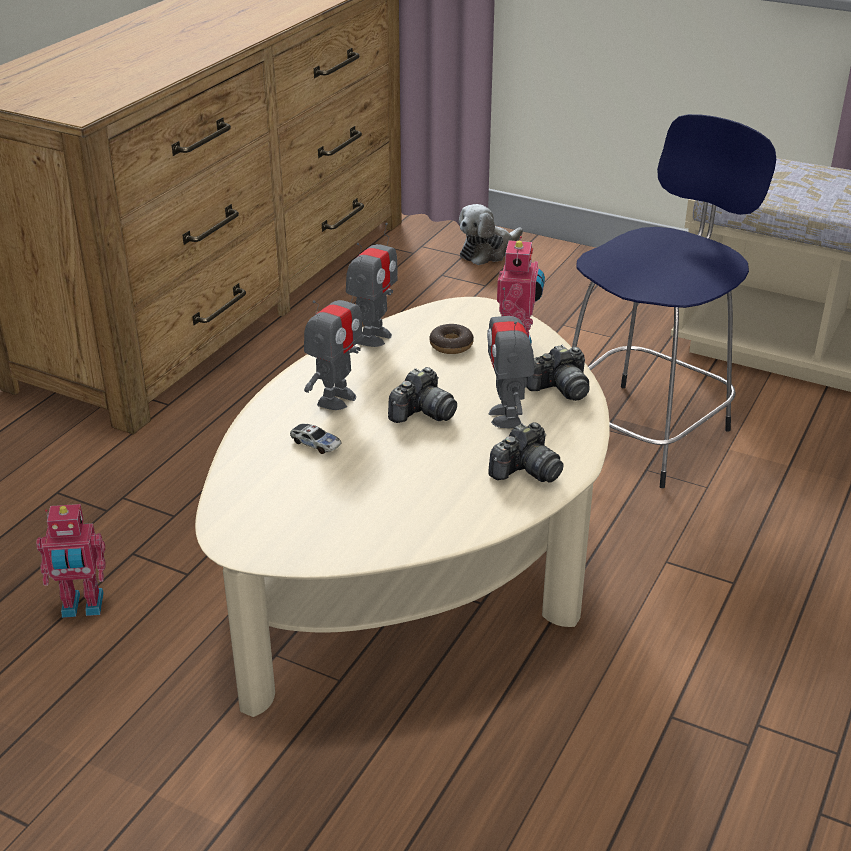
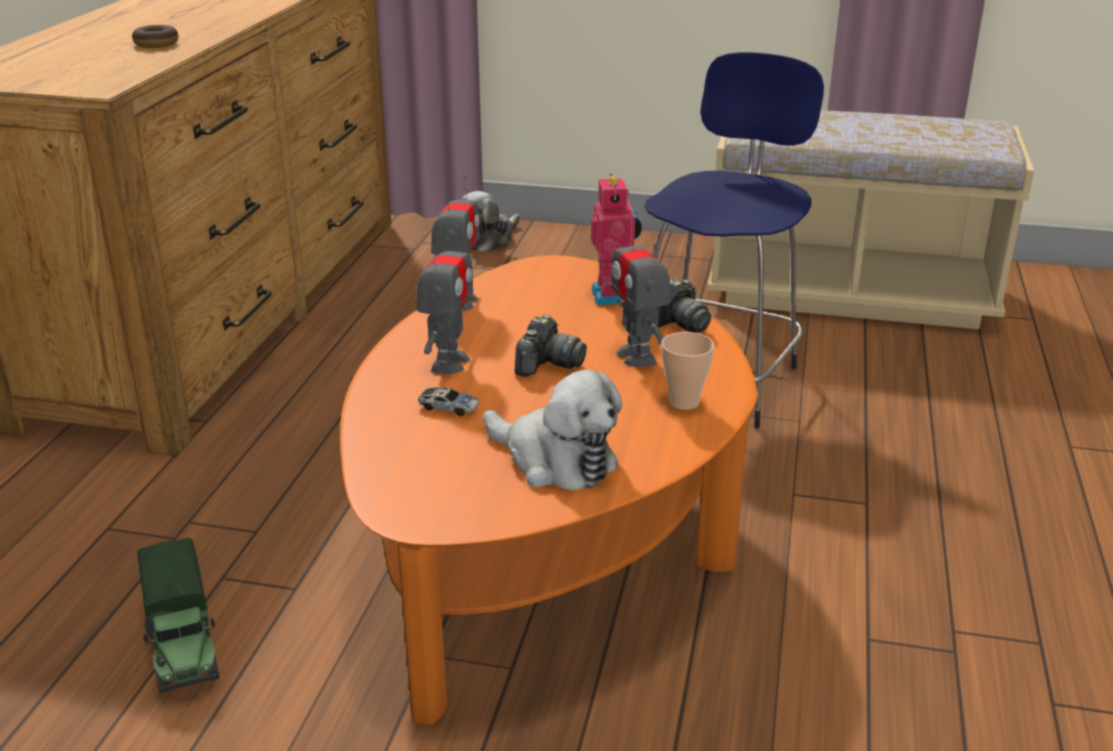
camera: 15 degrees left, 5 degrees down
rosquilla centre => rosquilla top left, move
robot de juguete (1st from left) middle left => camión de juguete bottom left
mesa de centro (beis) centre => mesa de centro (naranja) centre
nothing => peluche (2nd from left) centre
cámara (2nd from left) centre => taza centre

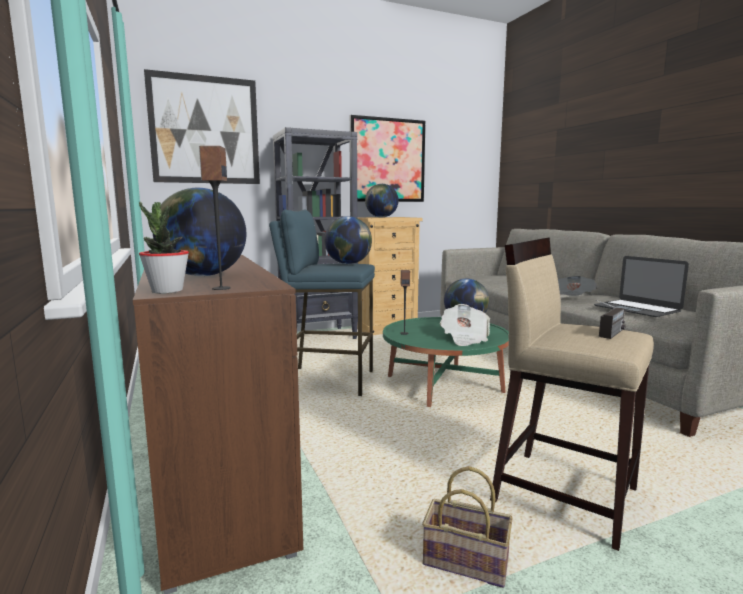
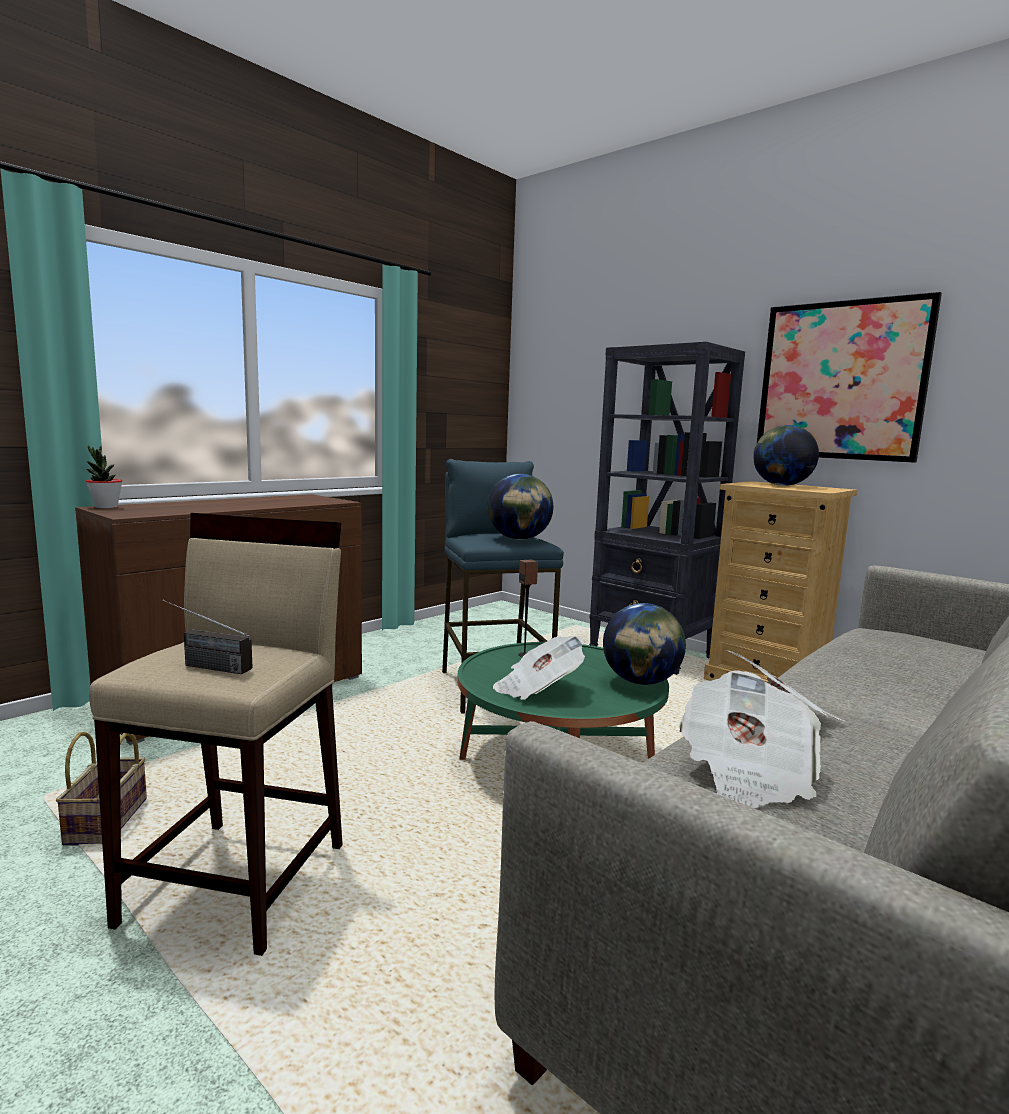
camera: 65 degrees right, 0 degrees up
portátil middle right => periódico (2nd from left) middle right
cuadro (1st from left) top left => nothing
globo terráqueo (1st from left) middle left => nothing
altavoz (1st from left) middle left => nothing

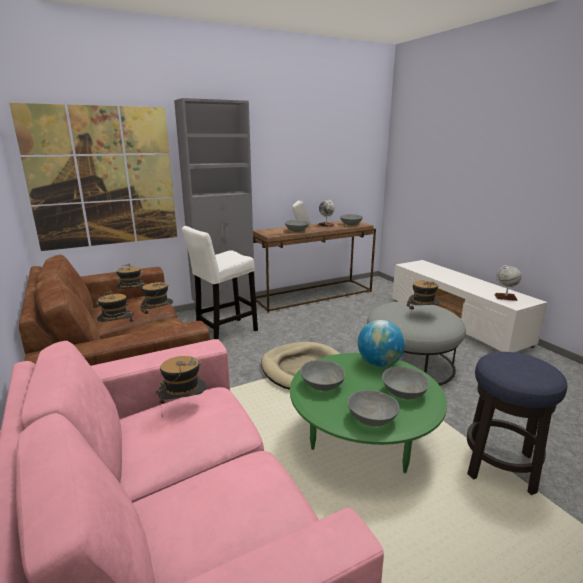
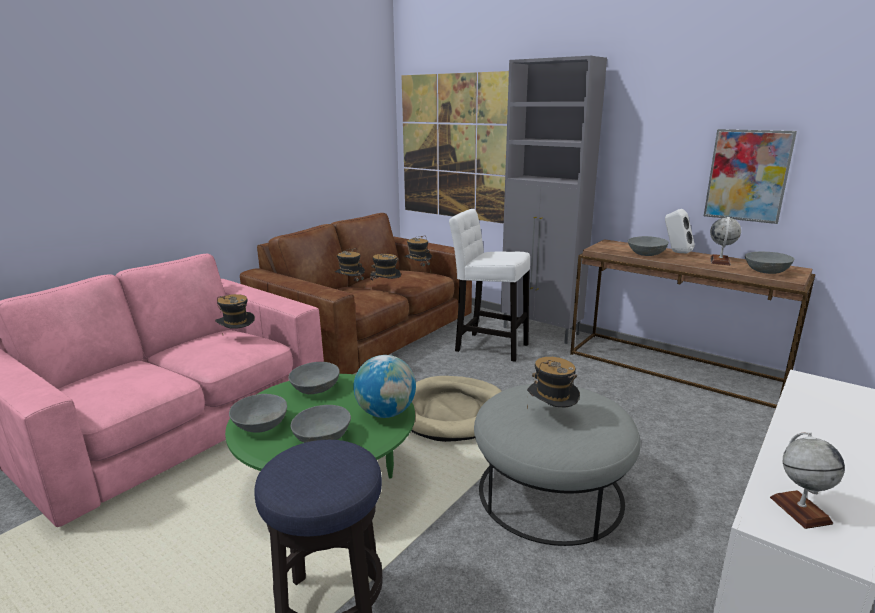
camera: 65 degrees right, 0 degrees up
nothing => cuadro (2nd from left) top right

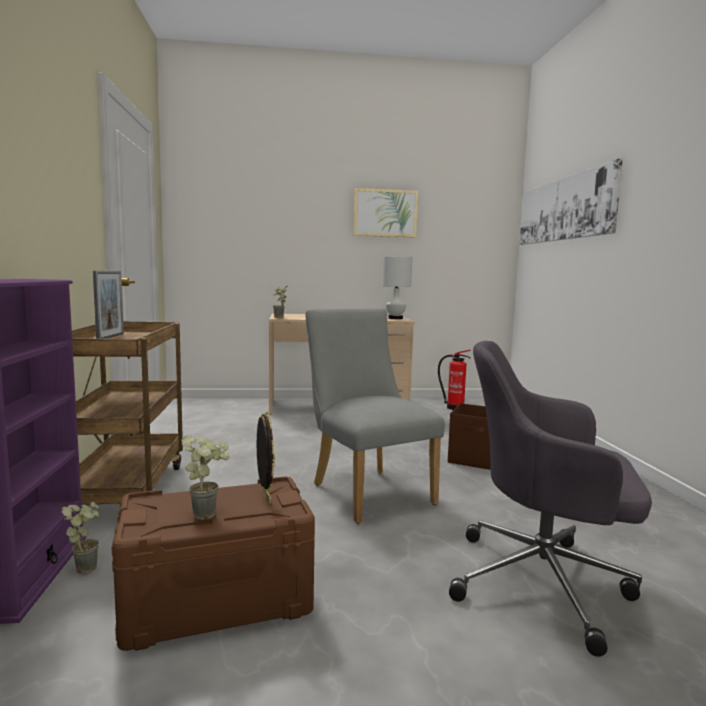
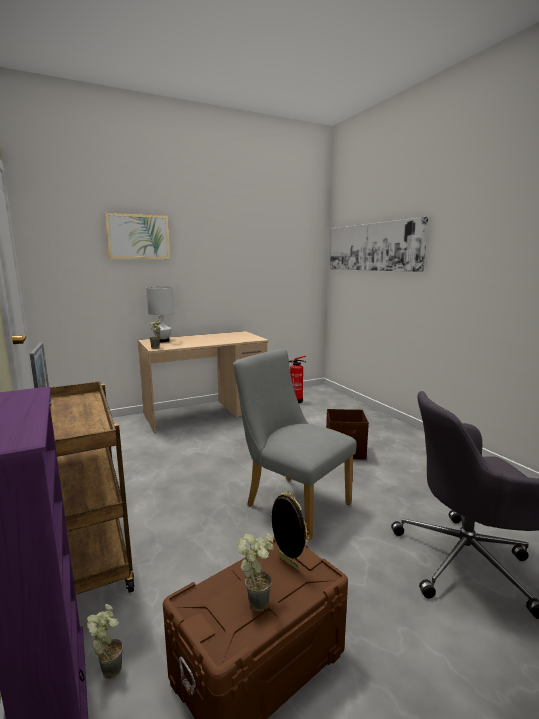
camera: 20 degrees left, 5 degrees up
cuadro (1st from left) top centre => cuadro (1st from left) top left, move
lámpara de mesa (blanco) centre => lámpara de mesa (blanco) middle left, move

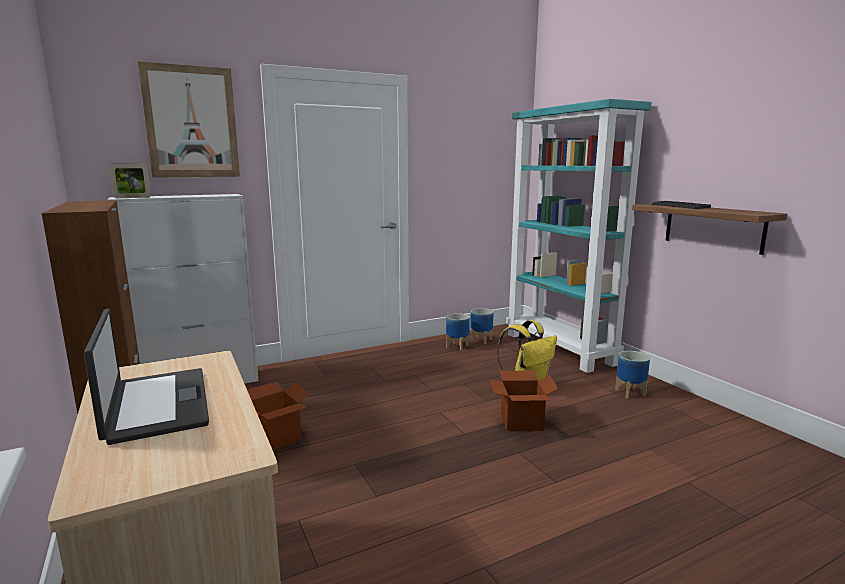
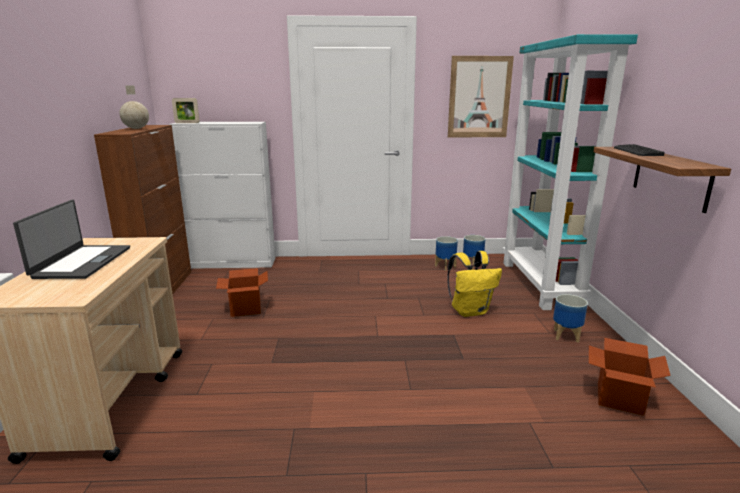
camera: 25 degrees right, 5 degrees up
nothing => globo terráqueo top left
cuadro top left => cuadro top centre, move
caja de cartón (2nd from left) bottom centre => caja de cartón (2nd from left) bottom right, move

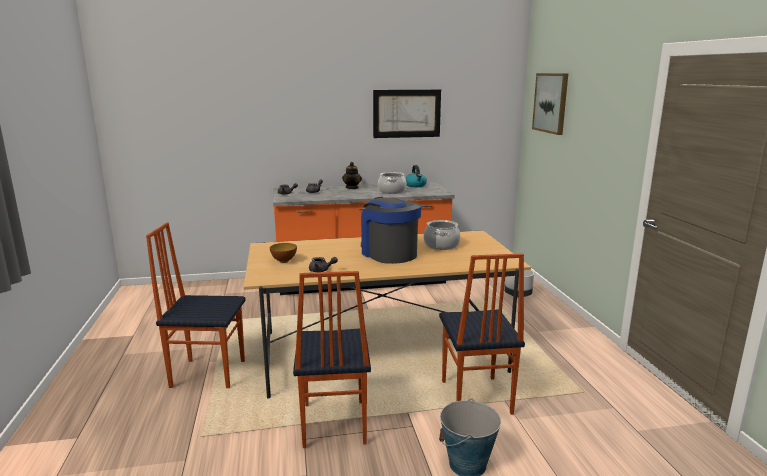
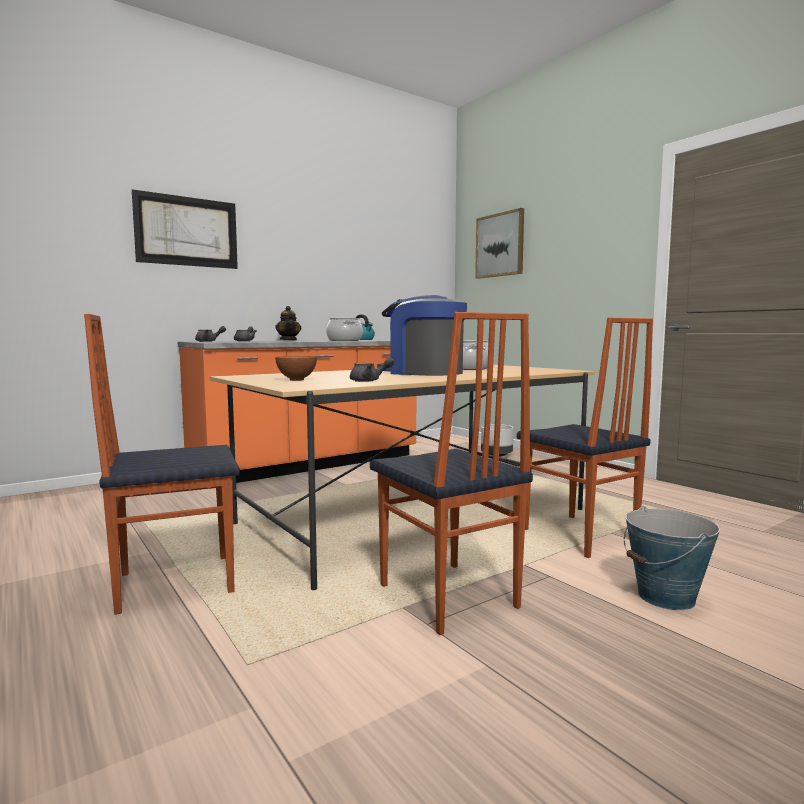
camera: 25 degrees left, 10 degrees down
cuadro (1st from left) top centre => cuadro (1st from left) top left, move

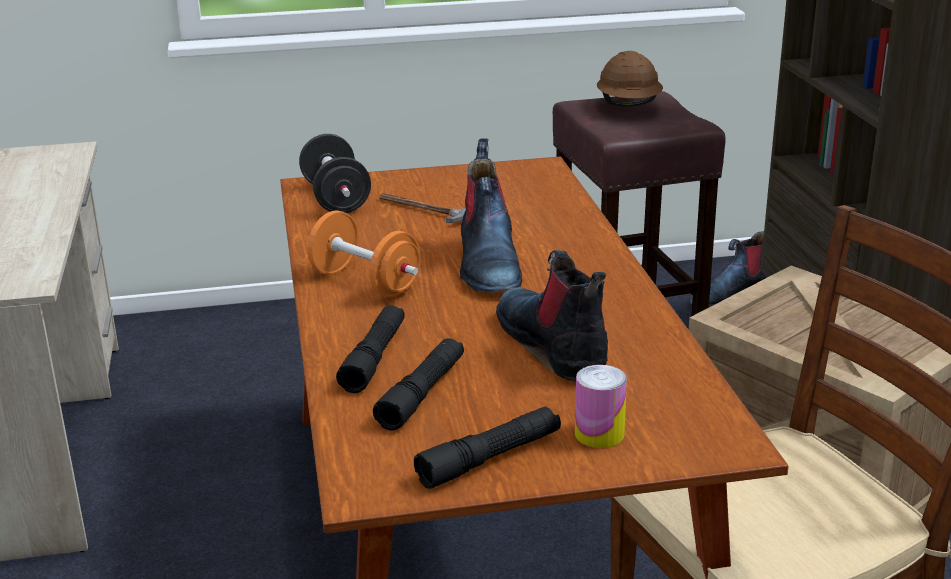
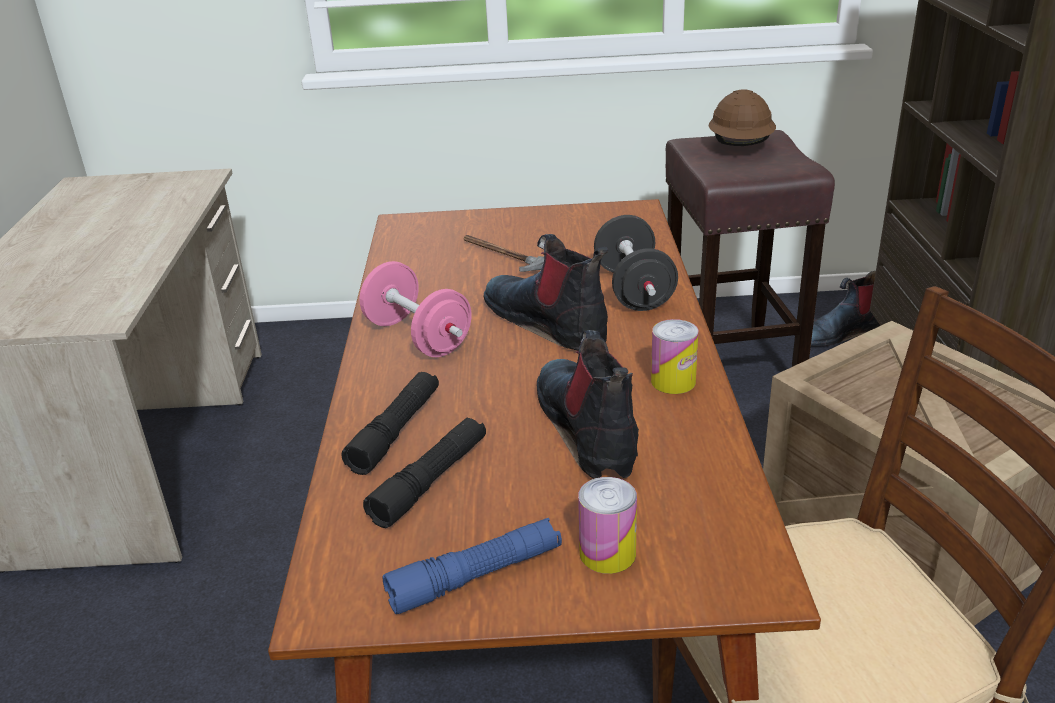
camera: 10 degrees right, 5 degrees up
mancuerna (naranja) centre => mancuerna (rosa) centre
linterna (negro) (3rd from left) bottom centre => linterna (azul) bottom centre
bota (1st from left) centre, 135 degrees clockwise
mancuerna (negro) top centre => mancuerna (negro) centre, move
nothing => lata (2nd from left) centre

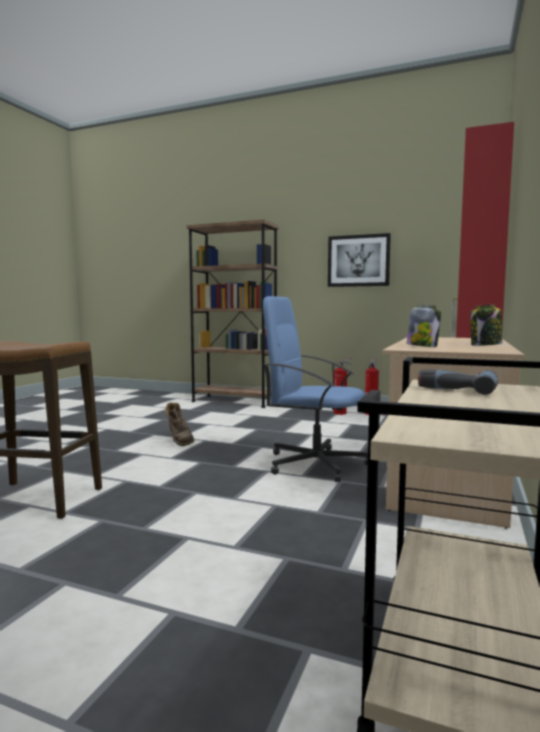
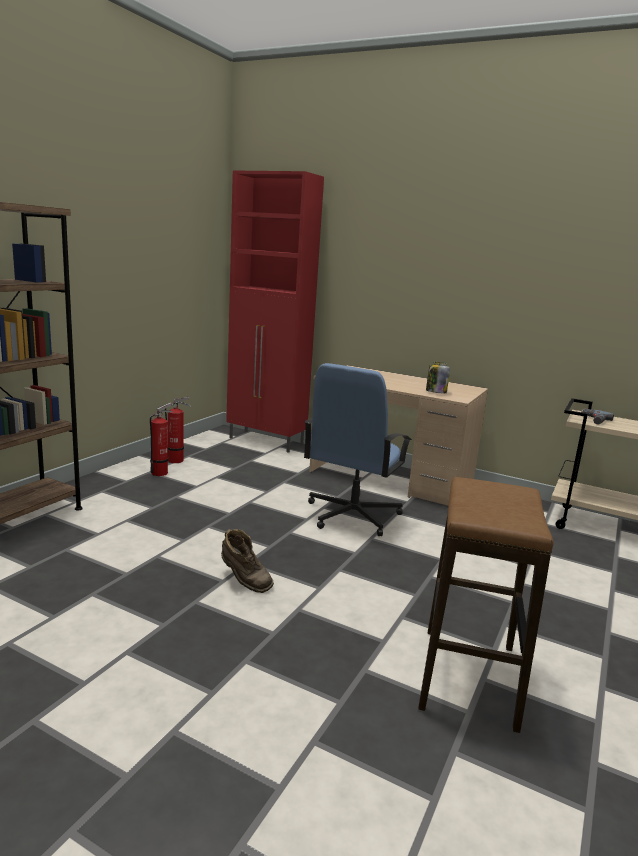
camera: 85 degrees left, 10 degrees up
bota (marrón) centre, 60 degrees clockwise
cuadro centre => nothing
tarro (2nd from left) middle right => nothing

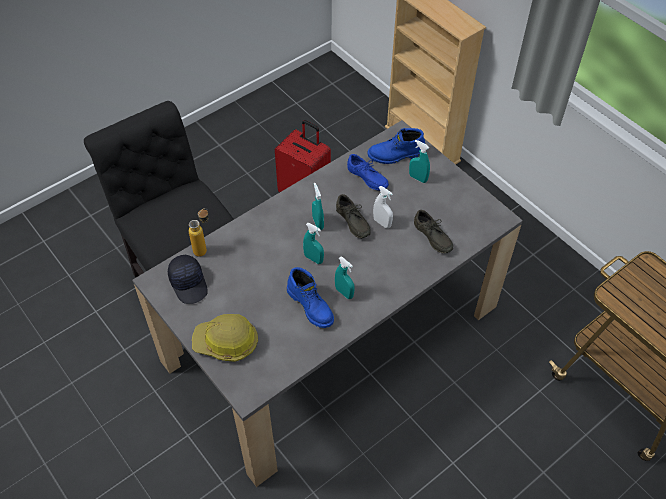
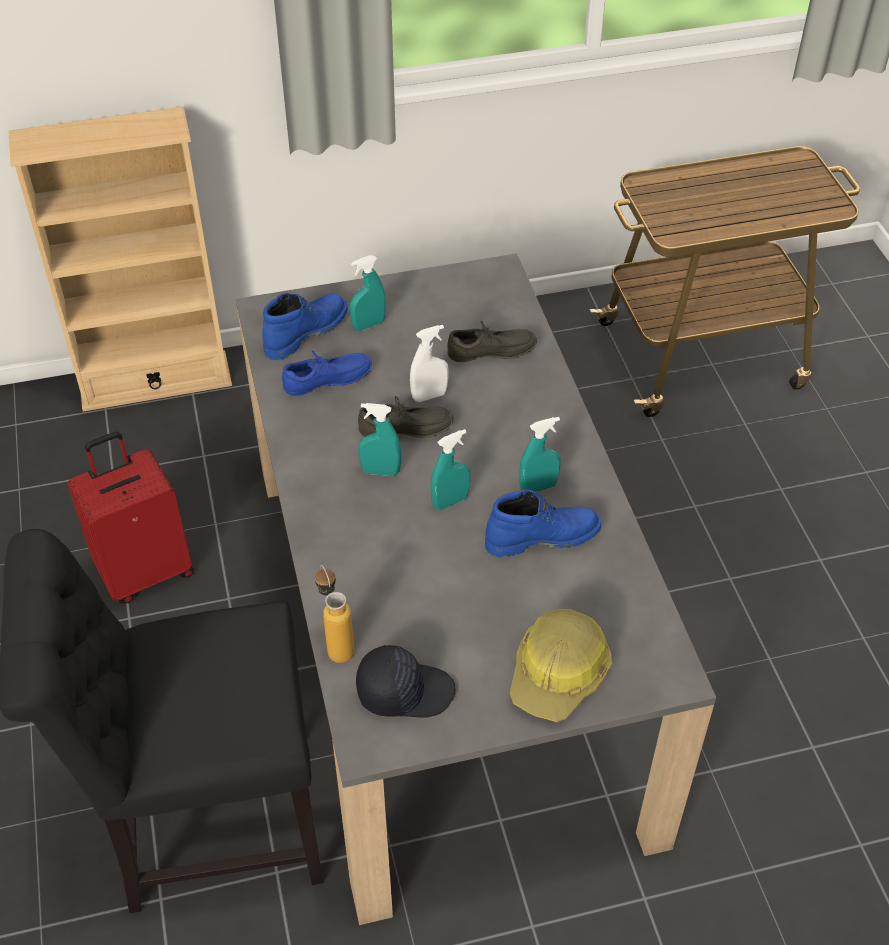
camera: 65 degrees left, 5 degrees down
bota (azul) (2nd from left in the first image) top centre => bota (azul) (1st from left) centre, 150 degrees counterclockwise

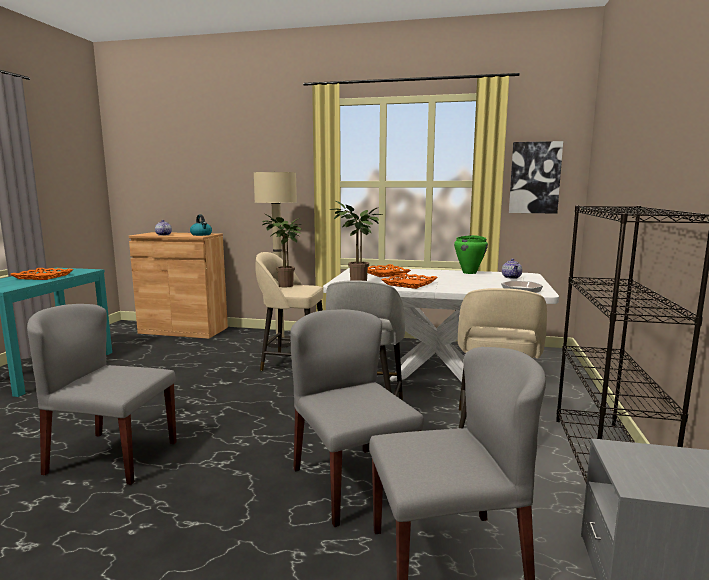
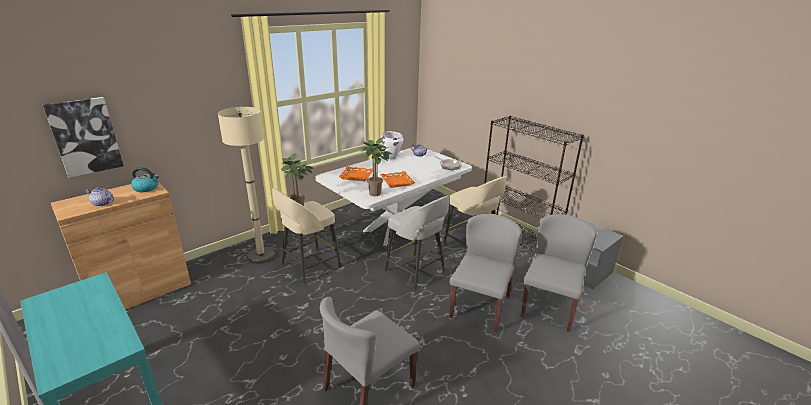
camera: 55 degrees left, 15 degrees up
cuadro top right => cuadro middle left, move
olla (verde) centre => olla (blanco) centre
silla (gris) (2nd from left) bottom centre, 105 degrees clockwise
bandeja (naranja) (1st from left) middle left => nothing

